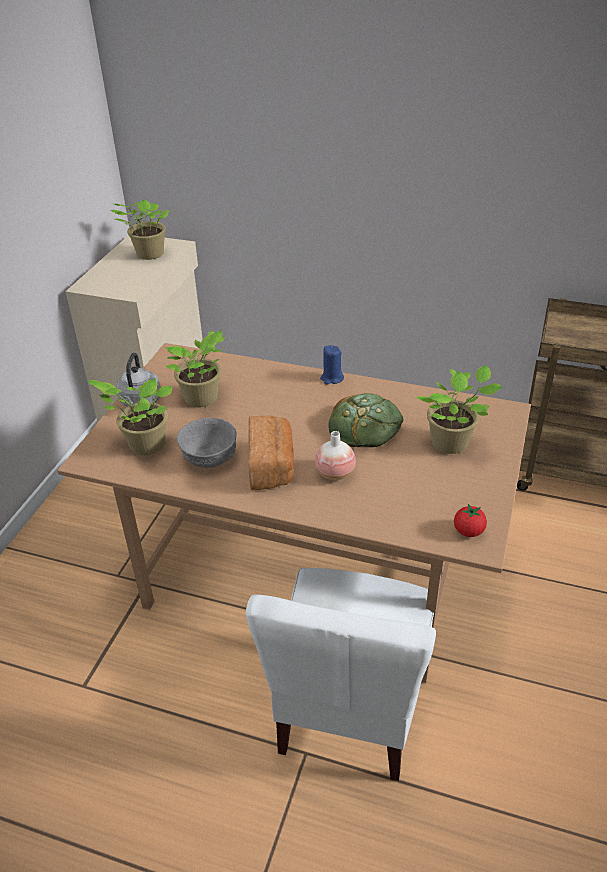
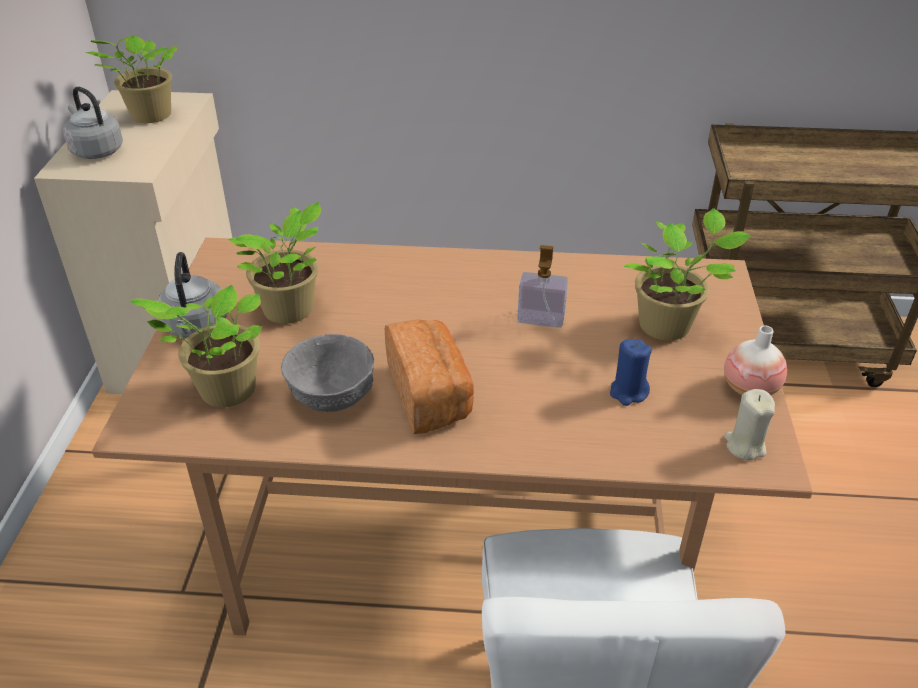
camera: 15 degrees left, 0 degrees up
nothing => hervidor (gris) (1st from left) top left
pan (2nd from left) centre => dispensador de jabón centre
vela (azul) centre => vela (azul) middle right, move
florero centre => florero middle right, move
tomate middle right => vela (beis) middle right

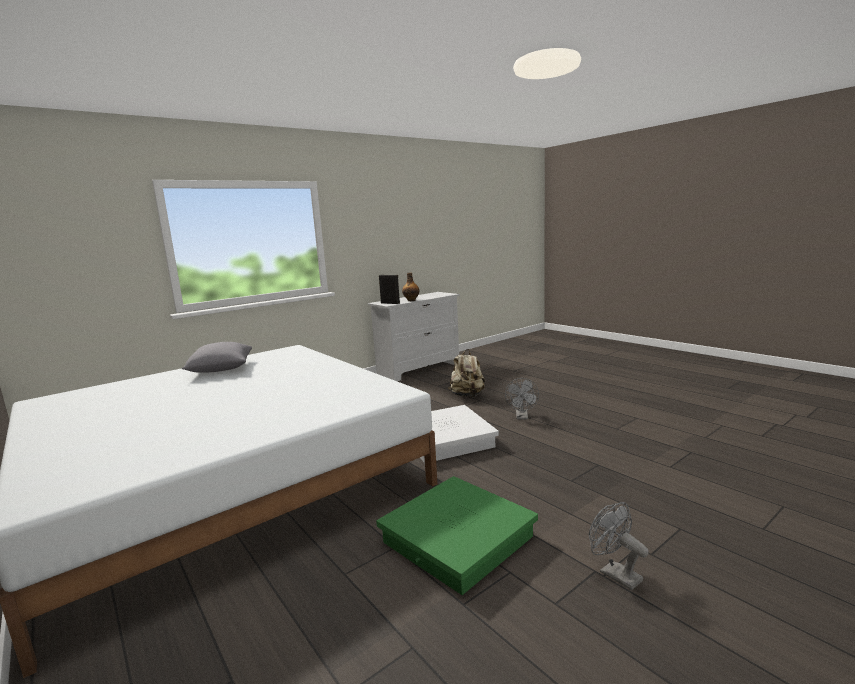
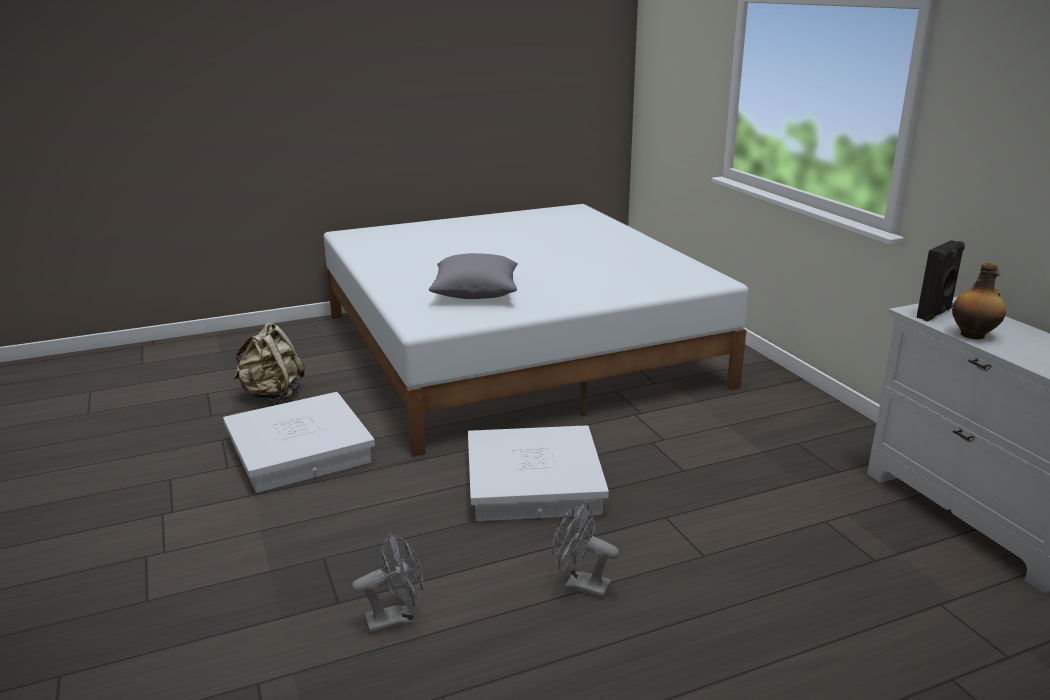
camera: 105 degrees right, 10 degrees up
caja de almacenaje (verde) bottom centre => caja de almacenaje (blanco) (1st from left) middle left
mochila (beis) centre => mochila (beis) middle left, move
ventilador (gris) (2nd from left in the first image) bottom right => ventilador (gris) (1st from left) bottom centre, move
cojín (gris) middle left => cojín (gris) centre, move

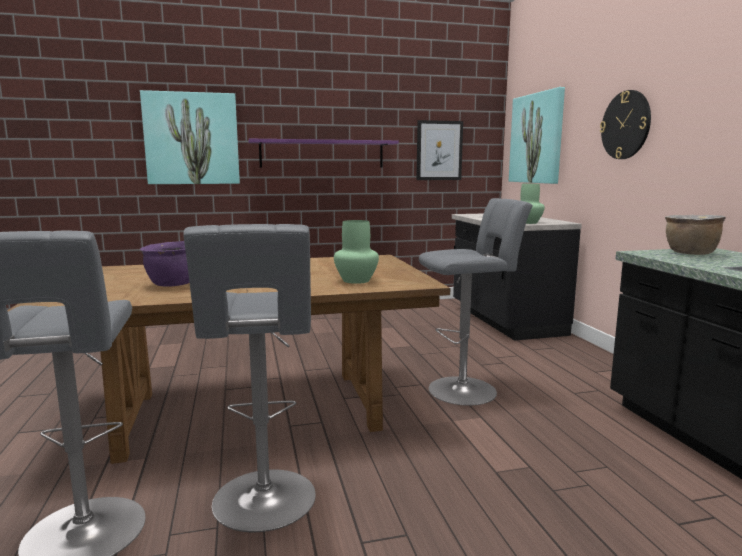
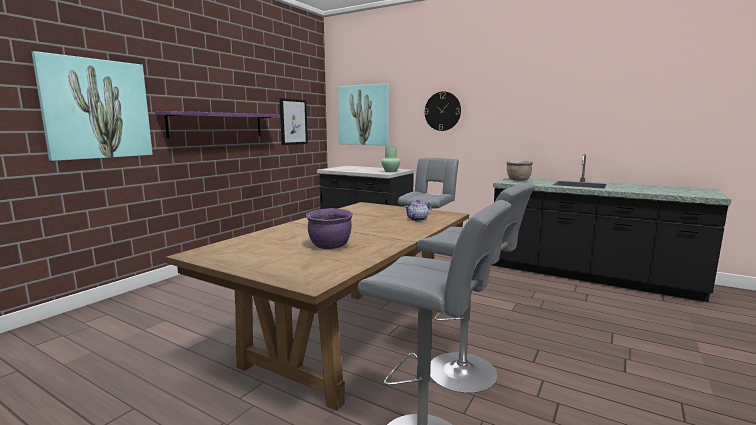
camera: 45 degrees left, 0 degrees up
florero (verde) (1st from left) centre => tetera centre

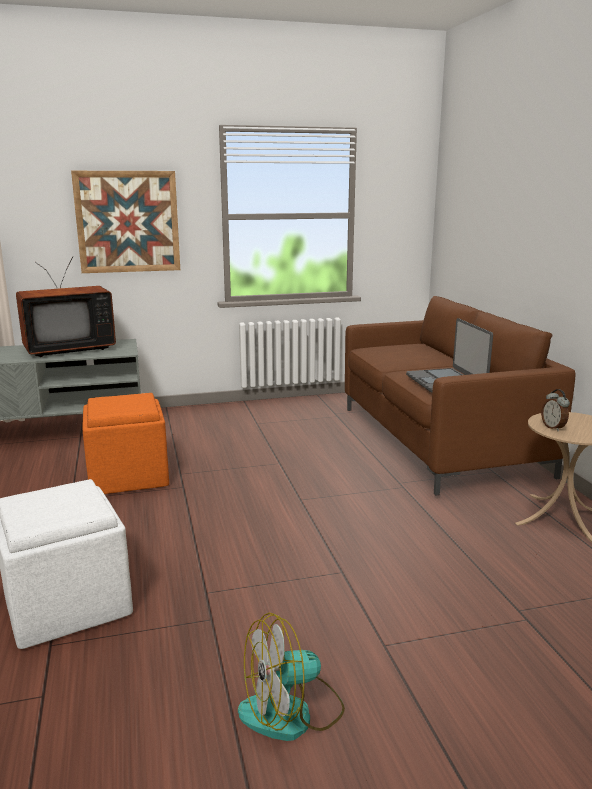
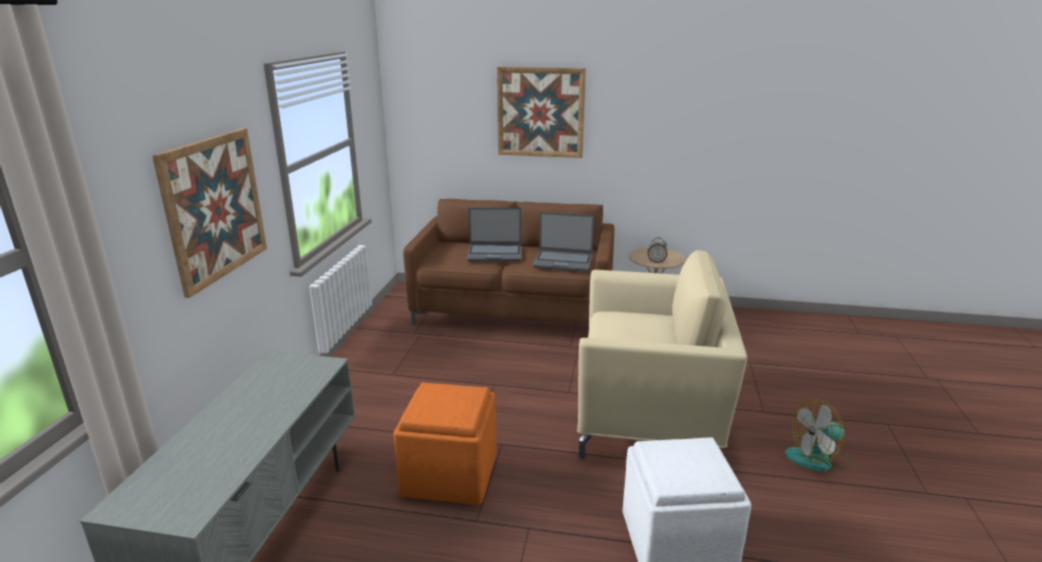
camera: 65 degrees left, 5 degrees up
nothing => portátil (1st from left) centre
nothing => cuadro (2nd from left) top centre
nothing => sillón (beis) centre
ventilador bottom centre => ventilador bottom right, 75 degrees clockwise
televisor middle left => nothing

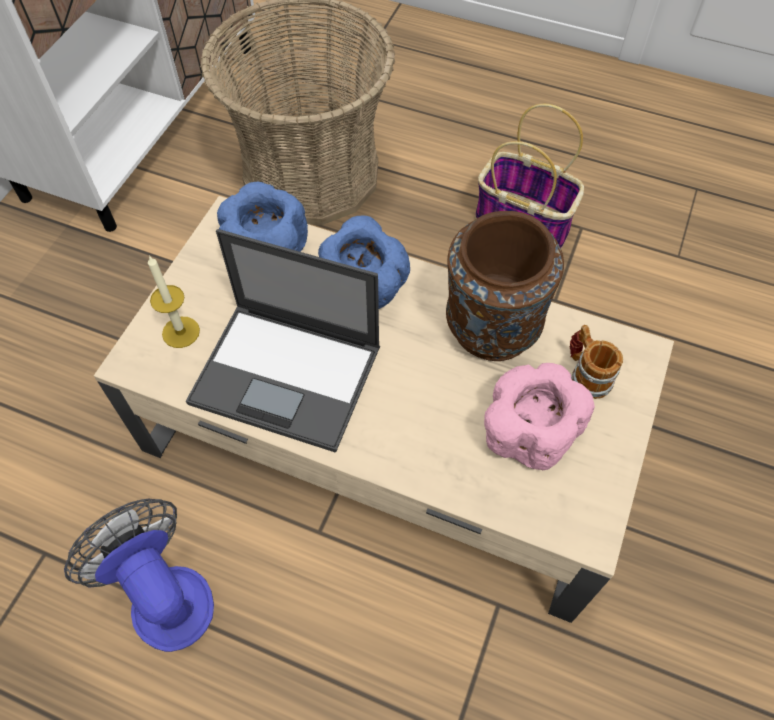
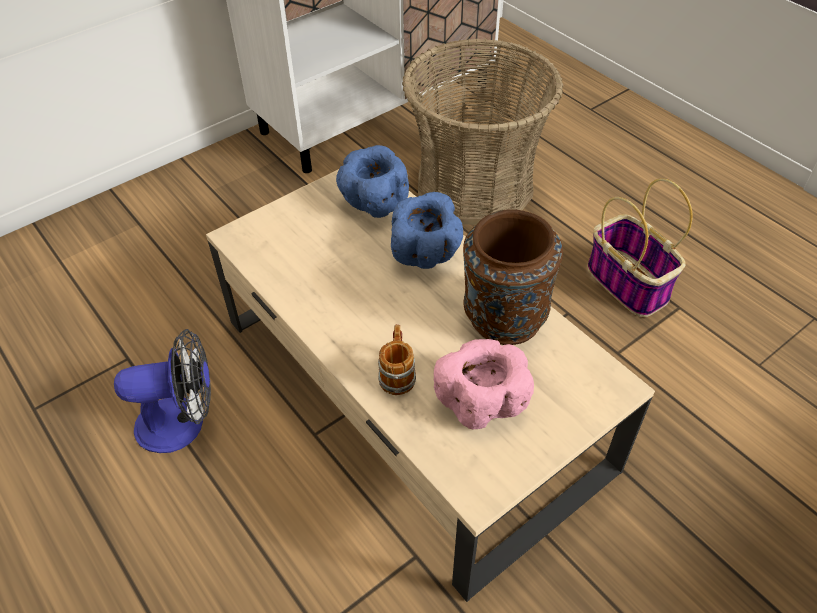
camera: 30 degrees right, 10 degrees down
ventilador bottom left => ventilador middle left, 90 degrees clockwise
taza grande middle right => taza grande centre, move
vela middle left => nothing
portátil centre => nothing

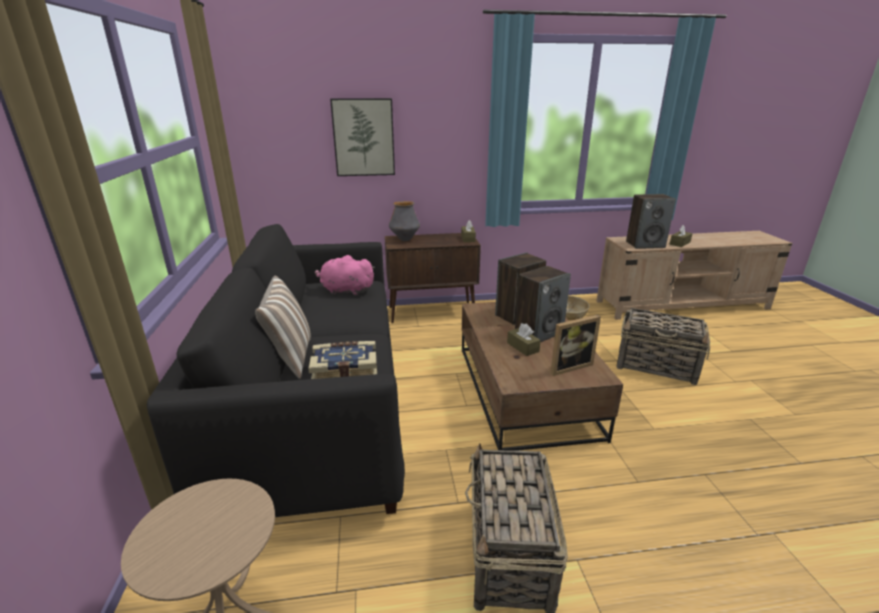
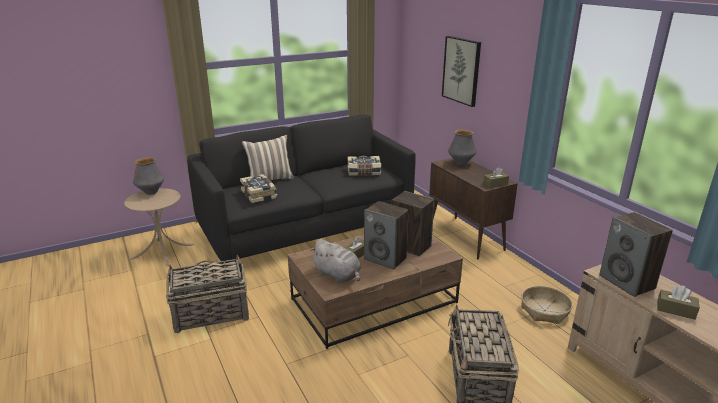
camera: 70 degrees right, 0 degrees up
nothing => florero (1st from left) middle left
portarretratos centre => peluche (gris) centre
peluche (rosa) centre => libro (2nd from left) centre

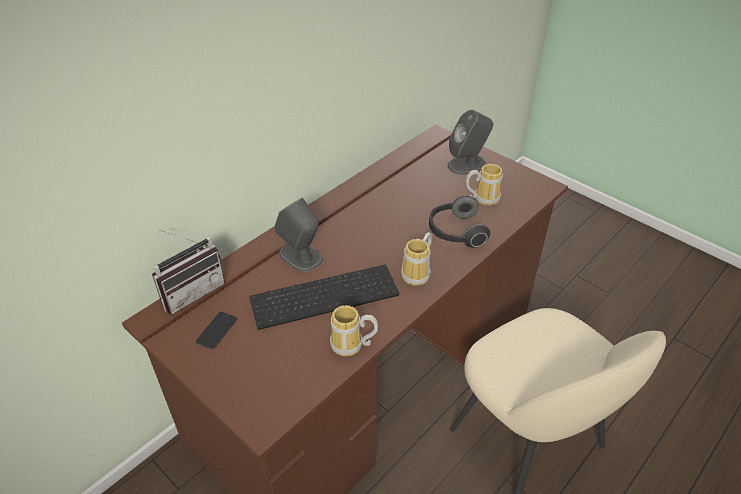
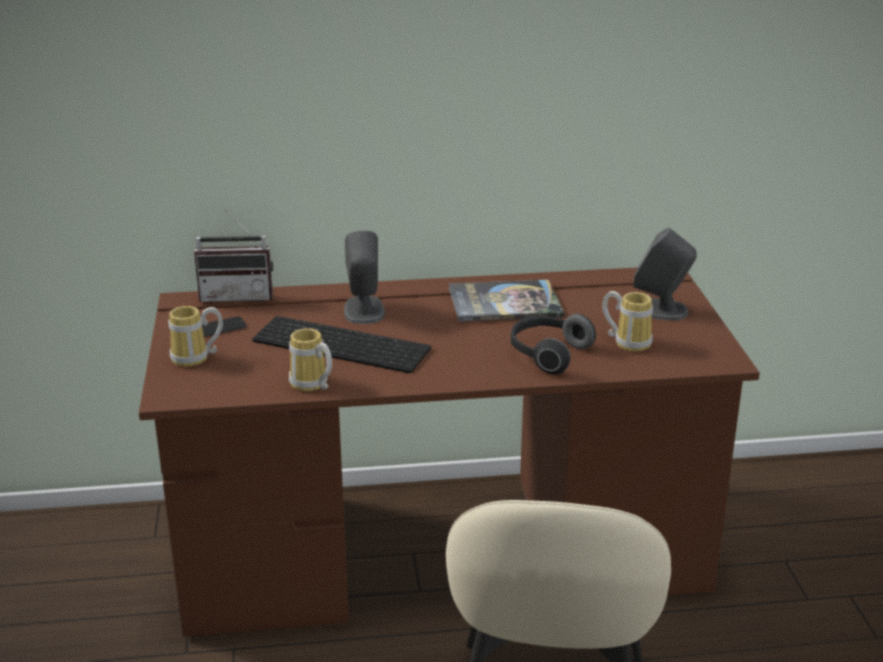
camera: 40 degrees right, 15 degrees down
taza grande (2nd from left in the first image) centre => taza grande (1st from left) middle left, move
nothing => libro centre

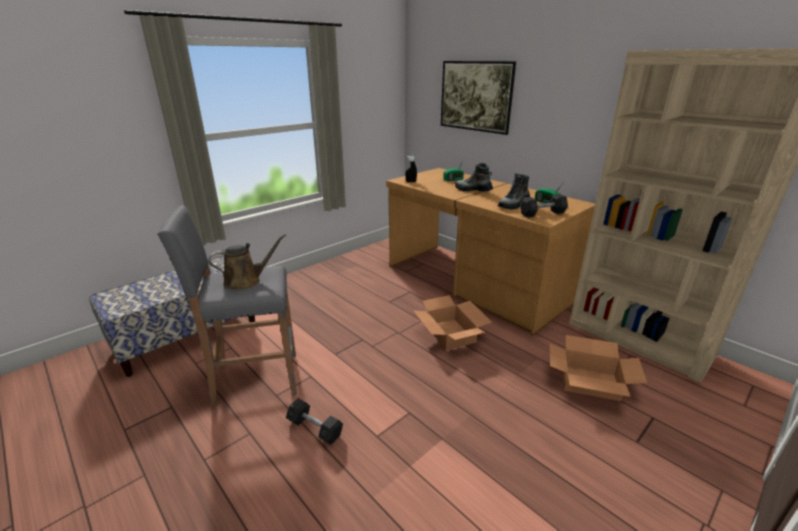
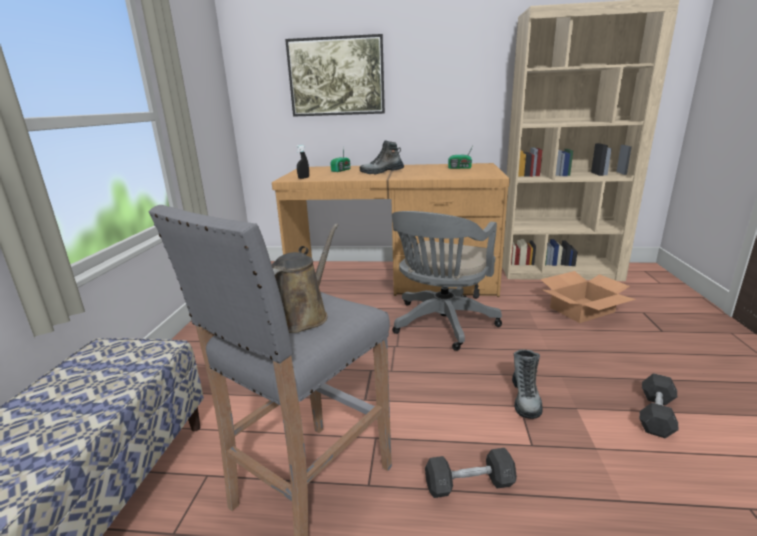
camera: 40 degrees left, 5 degrees down
caja de cartón (1st from left) centre => silla de oficina (gris) centre
bota (2nd from left) centre => bota (2nd from left) bottom right, move
mancuerna (gris) (2nd from left) middle right => mancuerna (gris) (2nd from left) bottom right, move

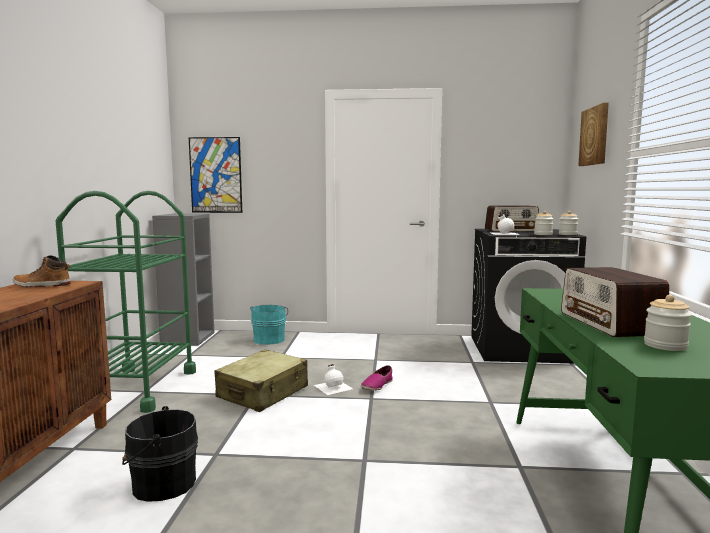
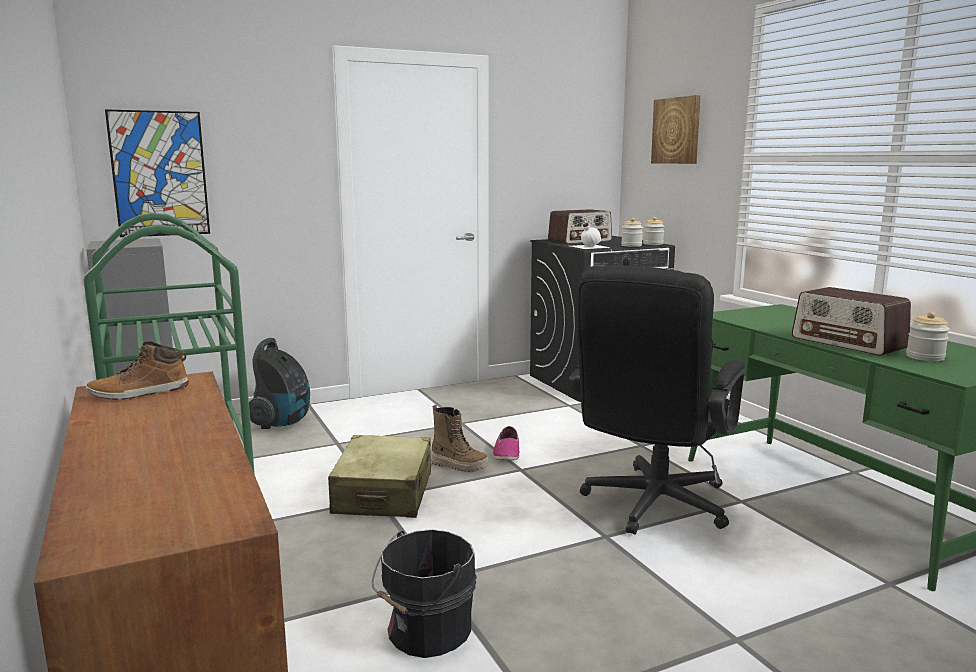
camera: 30 degrees left, 5 degrees up
cubo (turquesa) centre => aspiradora middle left
botella (blanco) (1st from left) bottom centre => bota (2nd from left) centre
nothing => silla de oficina (negro) middle right

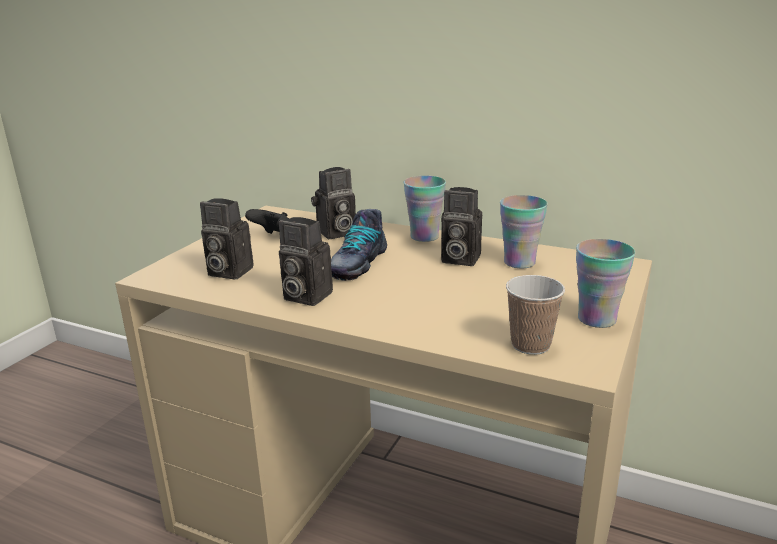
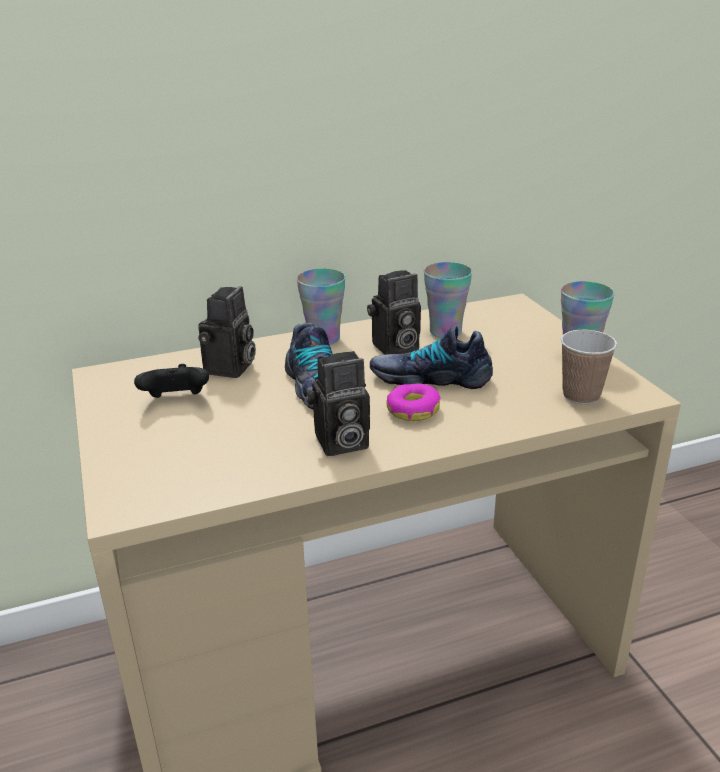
camera: 45 degrees left, 5 degrees up
nothing => zapato (2nd from left) centre
nothing => rosquilla centre
cámara (1st from left) middle left => nothing

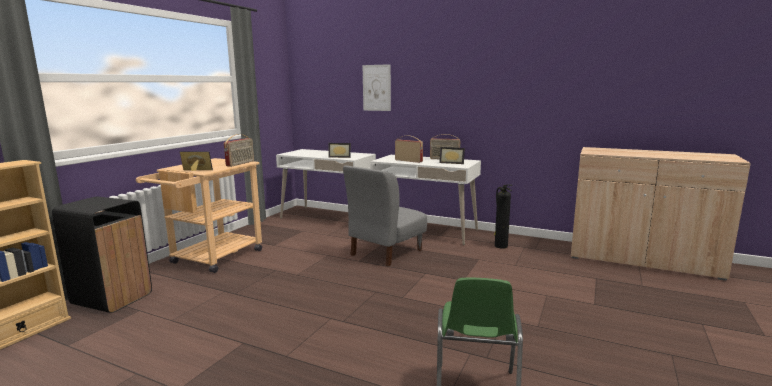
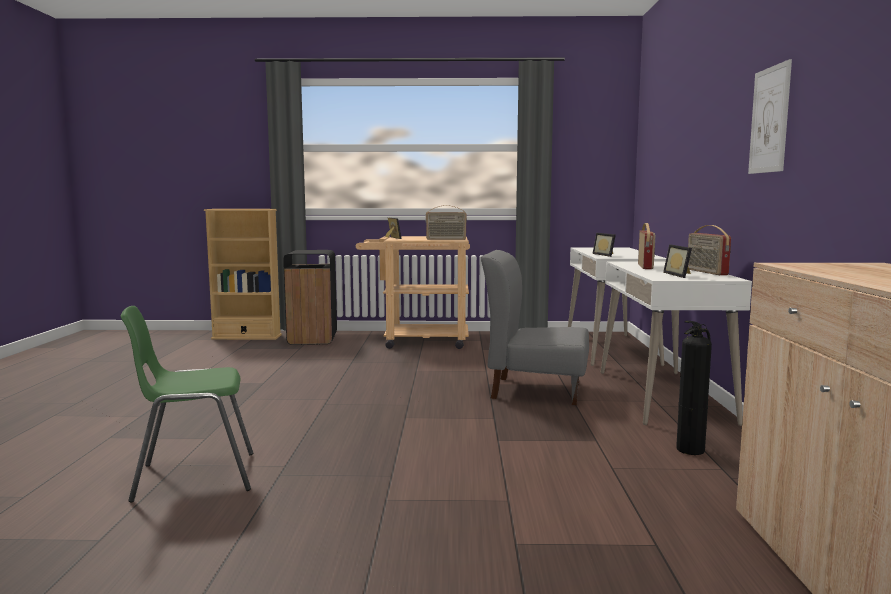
camera: 65 degrees right, 5 degrees down
cuadro top centre => cuadro top right, move

